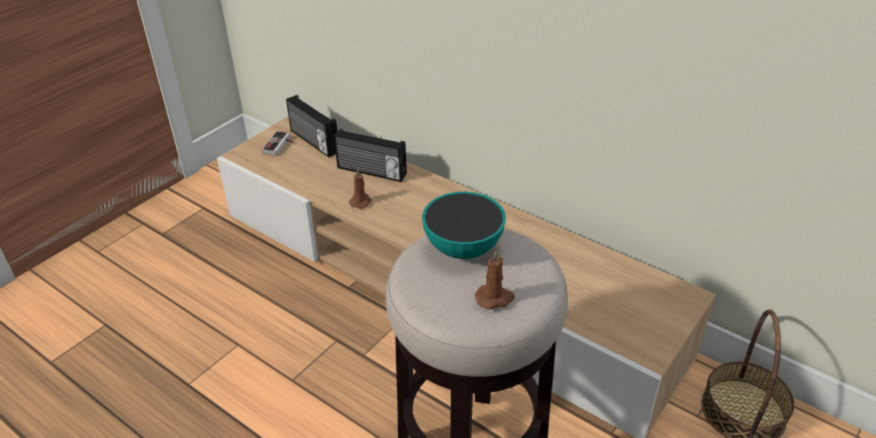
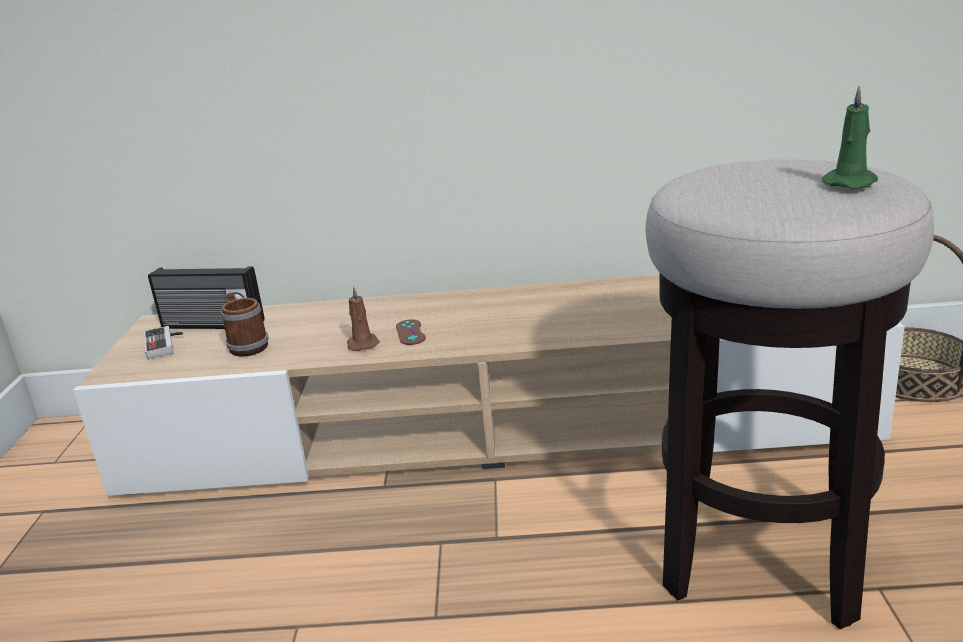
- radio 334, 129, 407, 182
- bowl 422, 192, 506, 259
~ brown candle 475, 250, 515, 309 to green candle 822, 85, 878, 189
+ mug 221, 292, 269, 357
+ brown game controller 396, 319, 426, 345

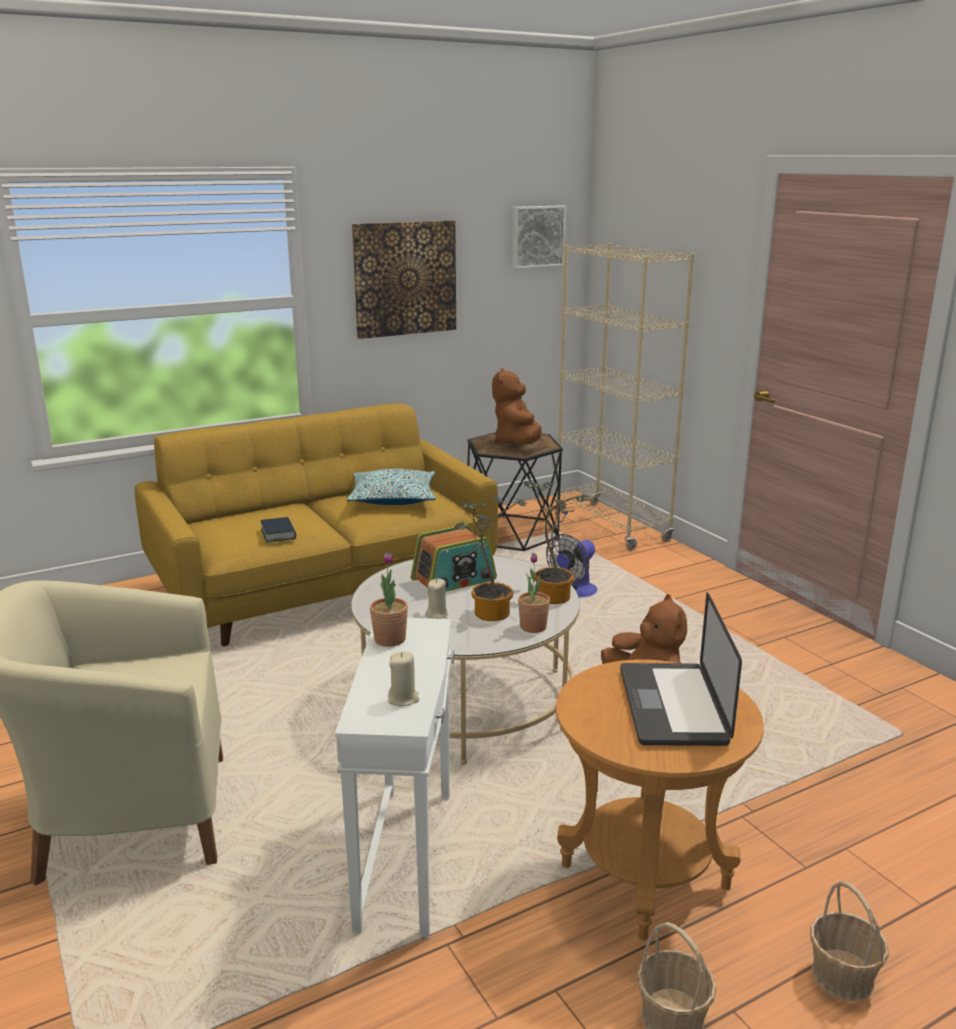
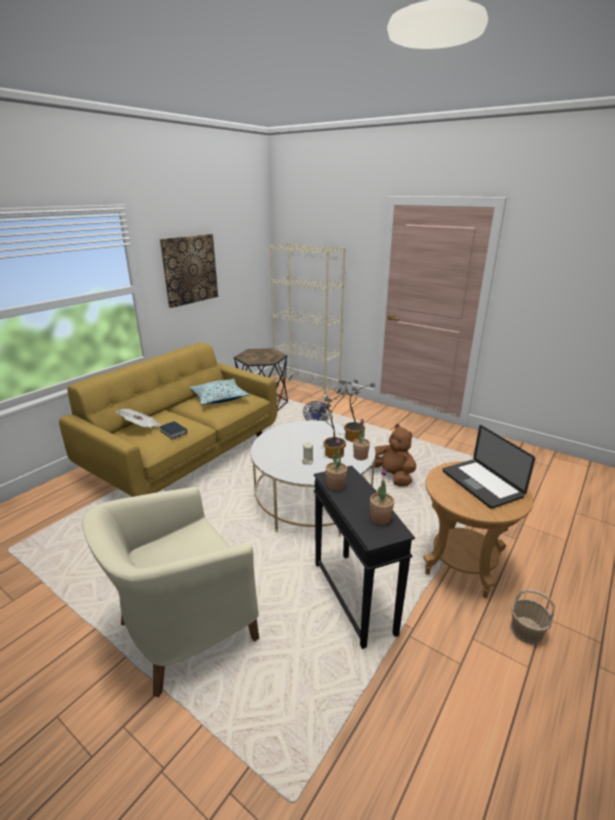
- picture 512, 205, 566, 269
- brown plush toy 492, 368, 542, 445
- radio 410, 525, 497, 592
~ white side table 335, 618, 454, 938 to black side table 314, 466, 415, 649
~ beige candle 388, 651, 420, 706 to potted plant 370, 468, 394, 525
- basket 810, 881, 889, 1001
+ newspaper 116, 409, 162, 428

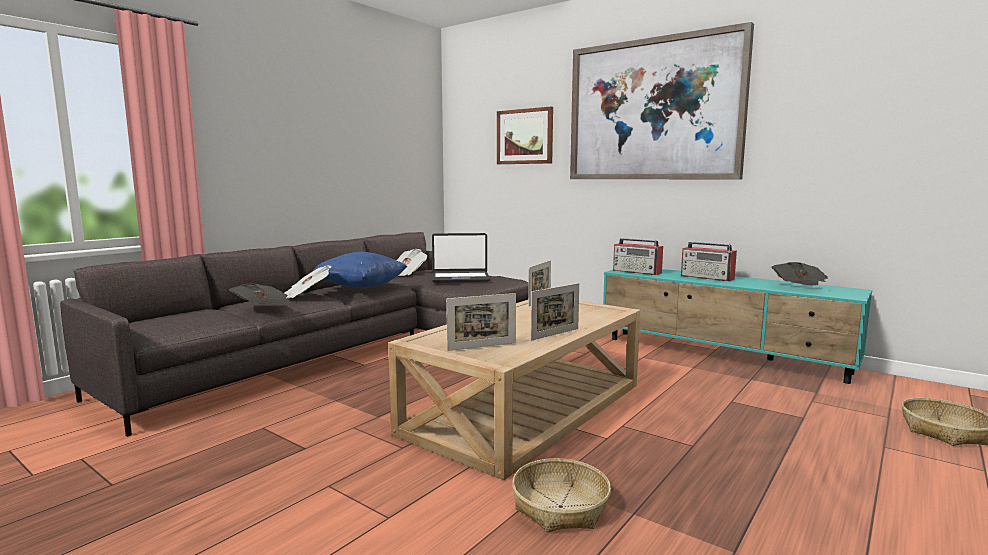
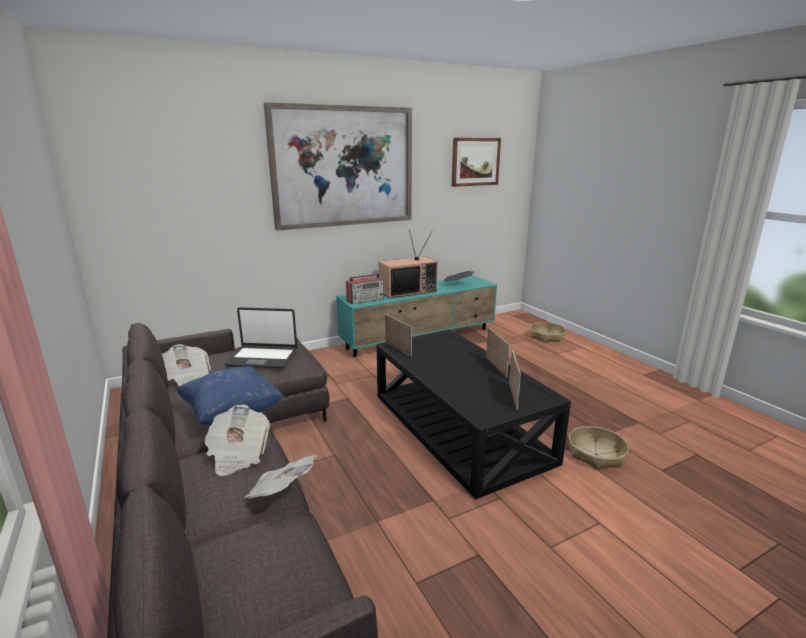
~ picture 497, 107, 553, 164 to 452, 138, 501, 187
~ laptop 432, 233, 490, 283 = 225, 307, 297, 368 75 degrees clockwise
~ radio 681, 242, 737, 281 to television 379, 229, 437, 298
~ beige coffee table 388, 300, 640, 480 to black coffee table 377, 329, 571, 499

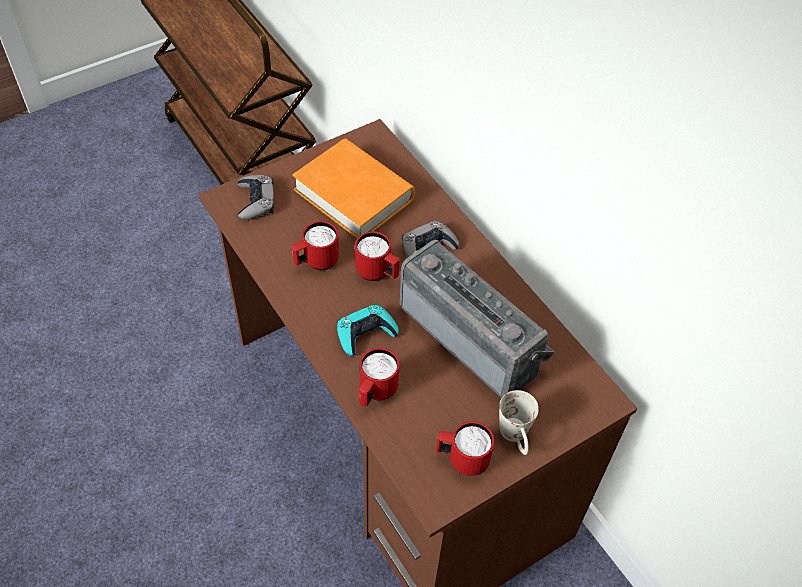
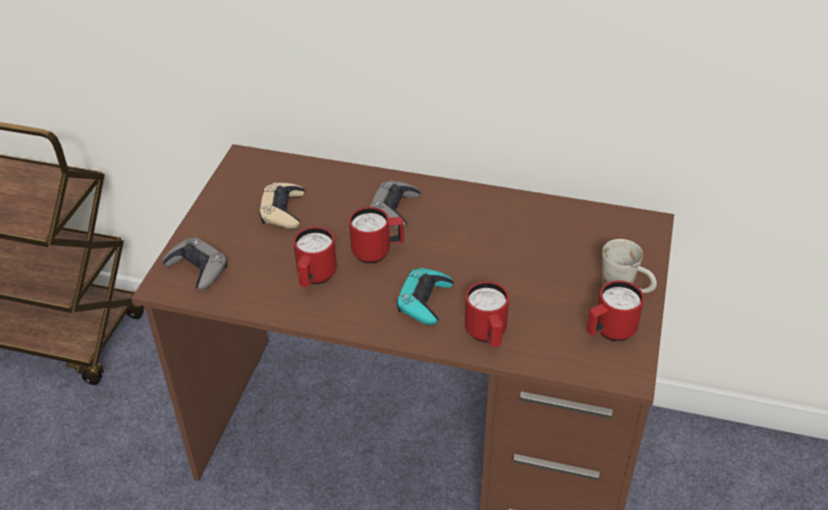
~ orange book 292, 139, 415, 238 to beige game controller 259, 182, 305, 229
- radio 400, 240, 555, 398

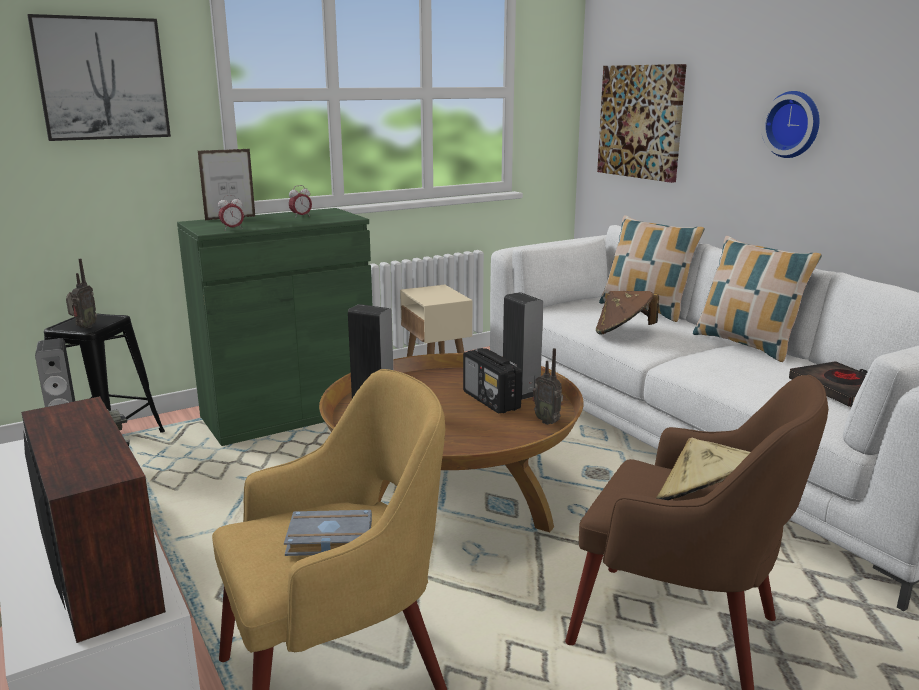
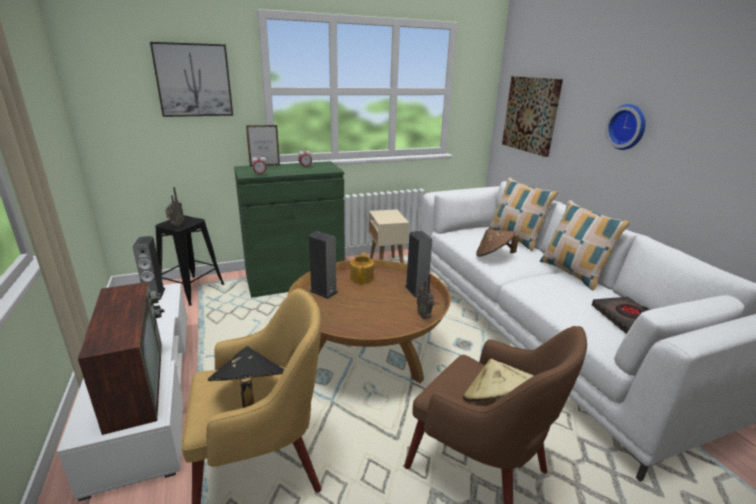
- radio 463, 348, 522, 414
~ grey book 284, 510, 372, 556 to black hat 208, 346, 285, 408
+ teapot 350, 252, 374, 284

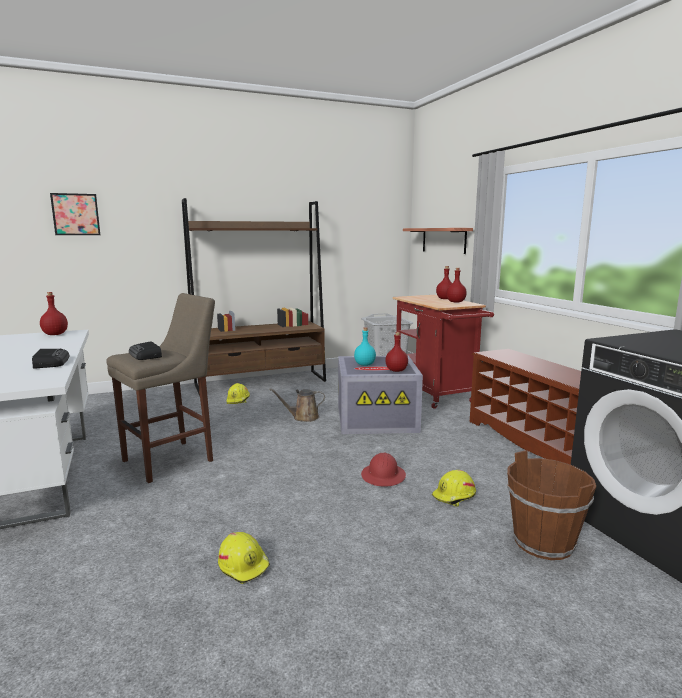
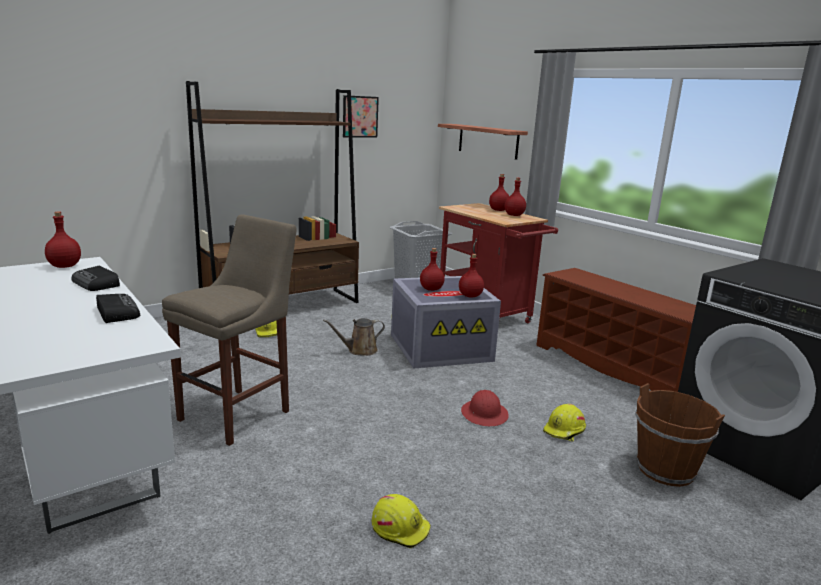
~ picture 50, 193, 100, 235 to 343, 95, 379, 137
~ turquoise bottle 354, 327, 376, 366 to red bottle 420, 248, 444, 291
~ radio 129, 341, 162, 360 to 72, 266, 120, 291

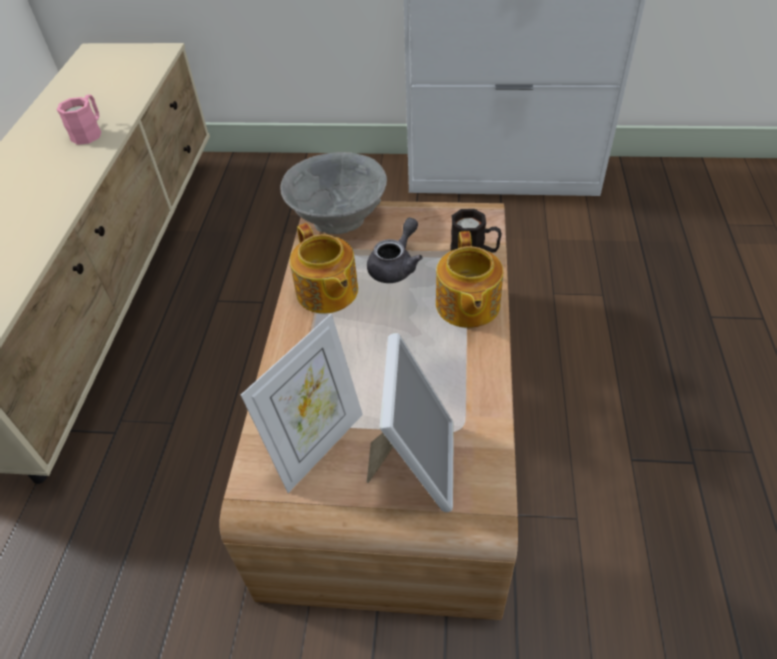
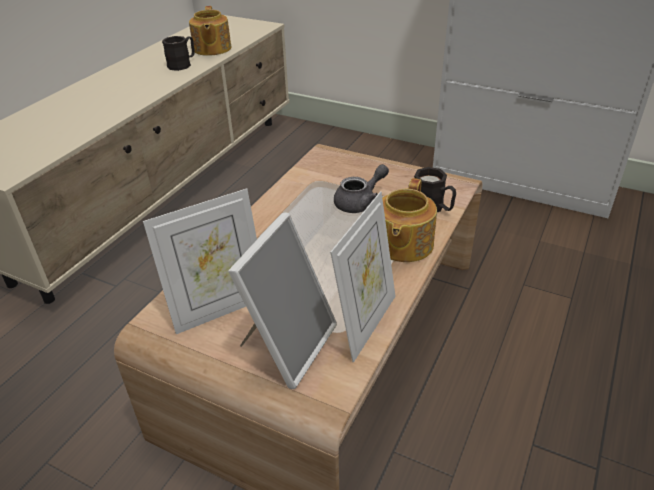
~ pink mug 57, 95, 101, 145 to black mug 162, 36, 195, 71
- grey bowl 281, 152, 387, 234
~ teapot 290, 223, 358, 314 to 189, 6, 231, 56
+ picture frame 330, 191, 396, 363

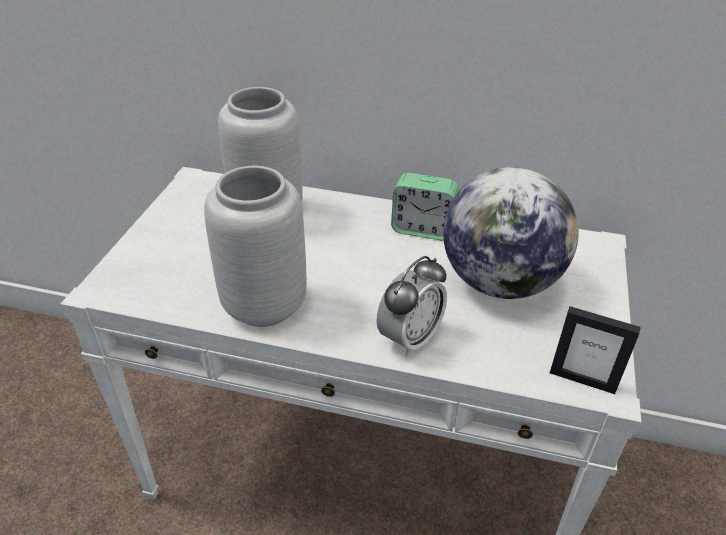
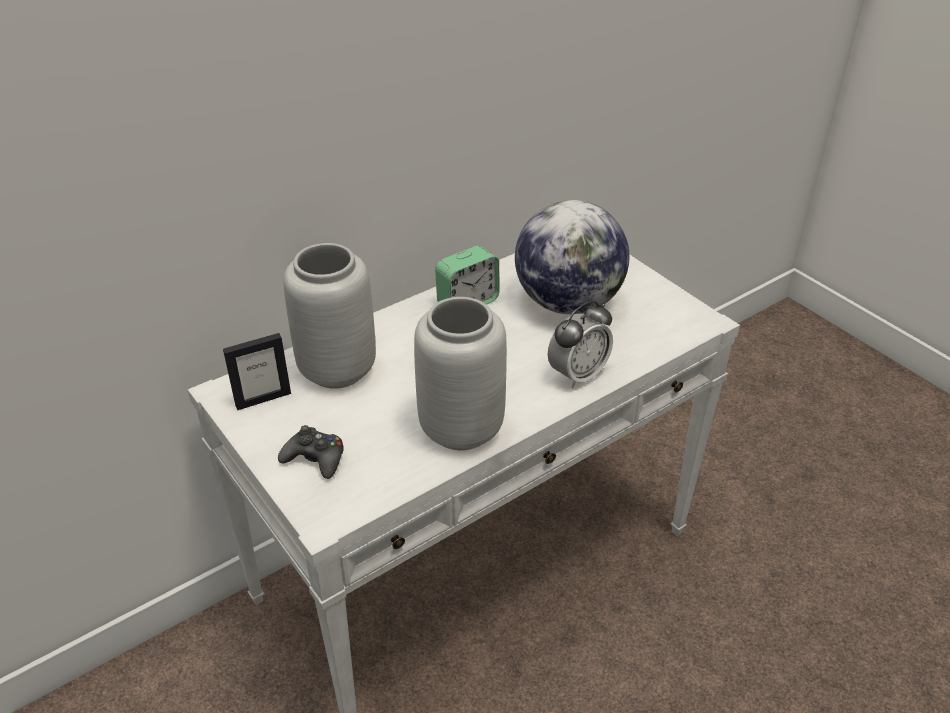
~ alarm clock 376, 256, 447, 356 = 548, 301, 613, 388 60 degrees clockwise
~ picture frame 550, 306, 641, 394 to 223, 333, 291, 410
+ black game controller 278, 425, 344, 479

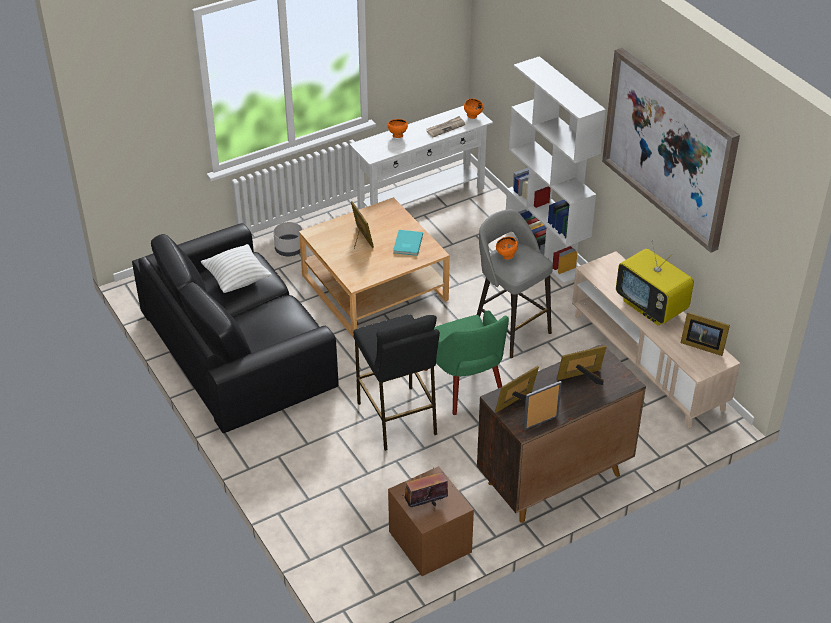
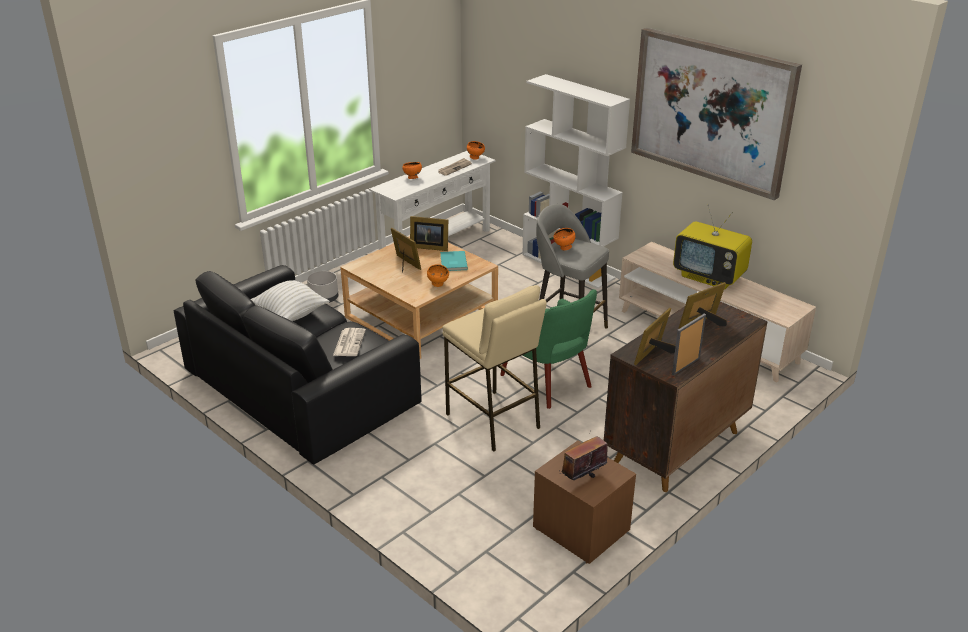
~ picture frame 681, 312, 730, 356 to 410, 216, 448, 251
~ black stool 353, 314, 440, 451 to beige stool 442, 285, 547, 452
+ orange bowl 427, 264, 449, 287
+ newspaper 333, 328, 366, 356

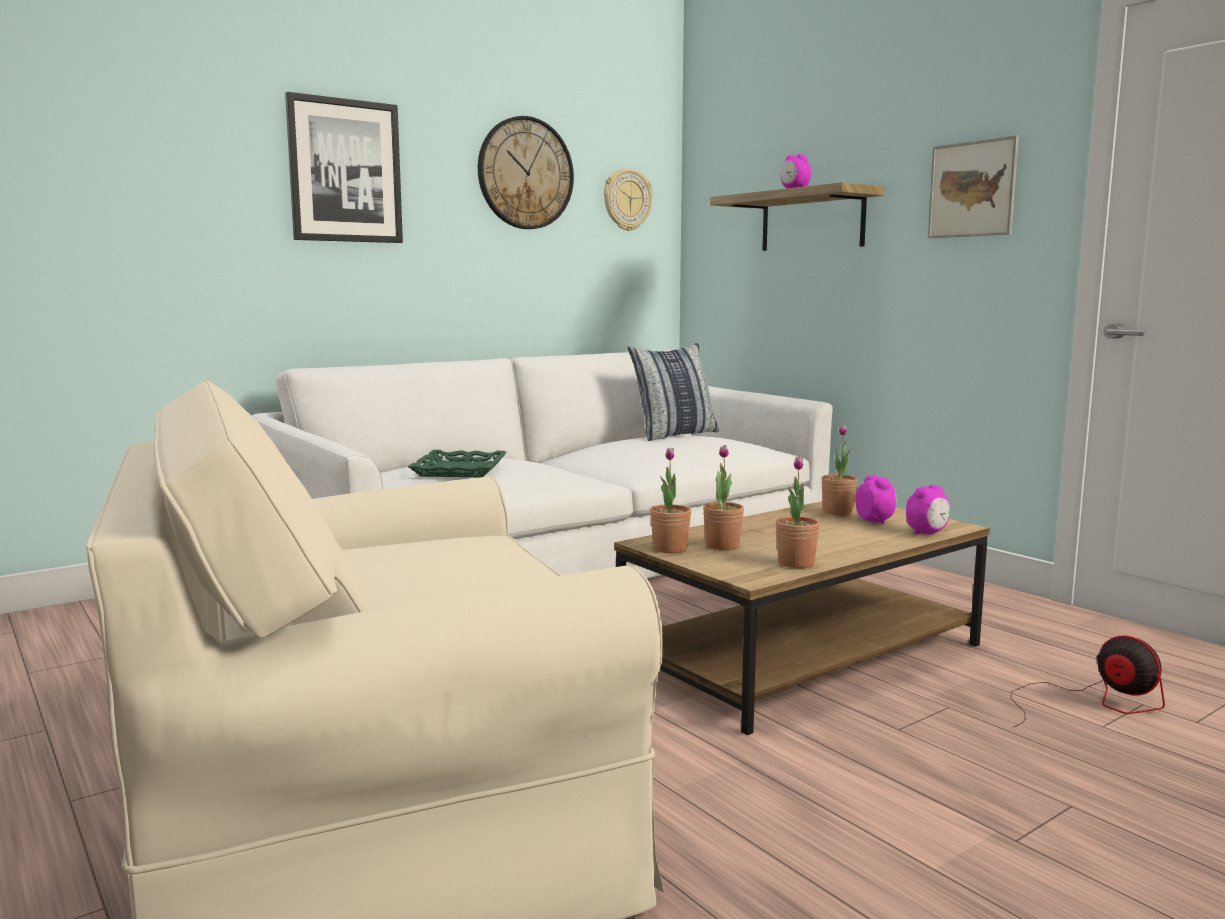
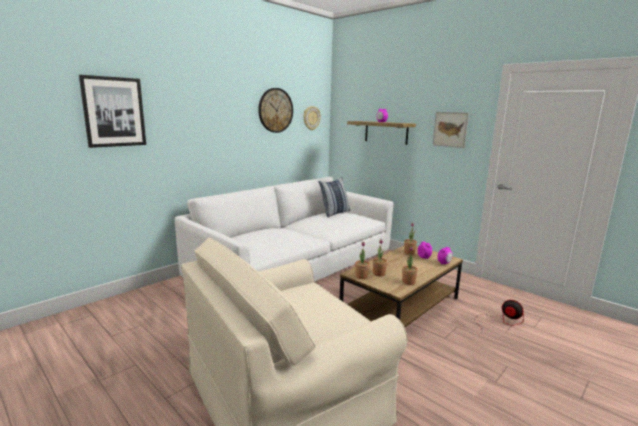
~ picture 285, 92, 403, 243 to 79, 75, 146, 148
- green tray 408, 450, 507, 477

